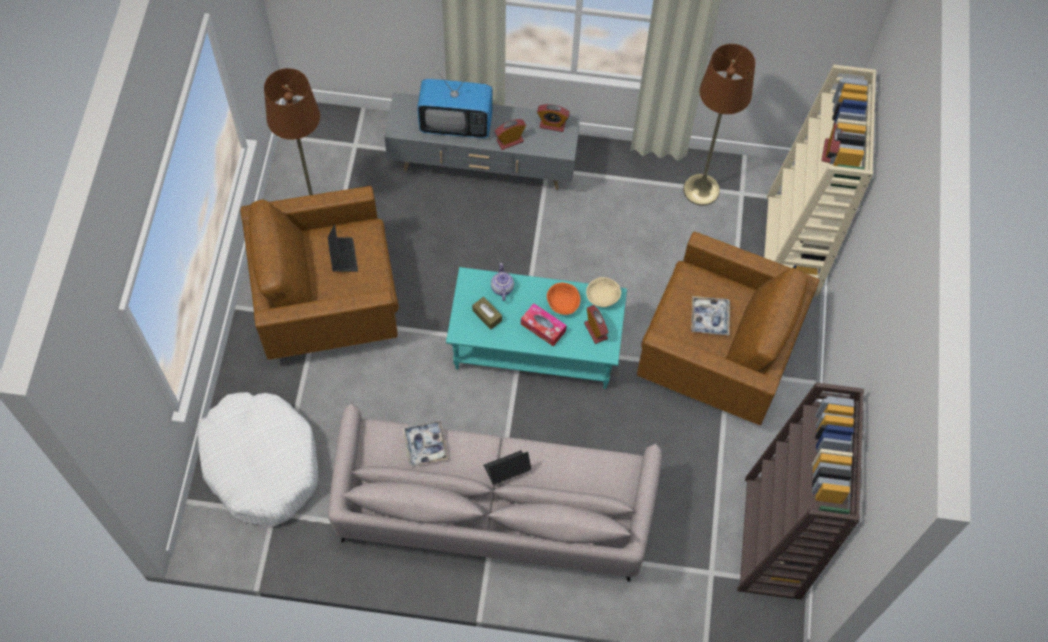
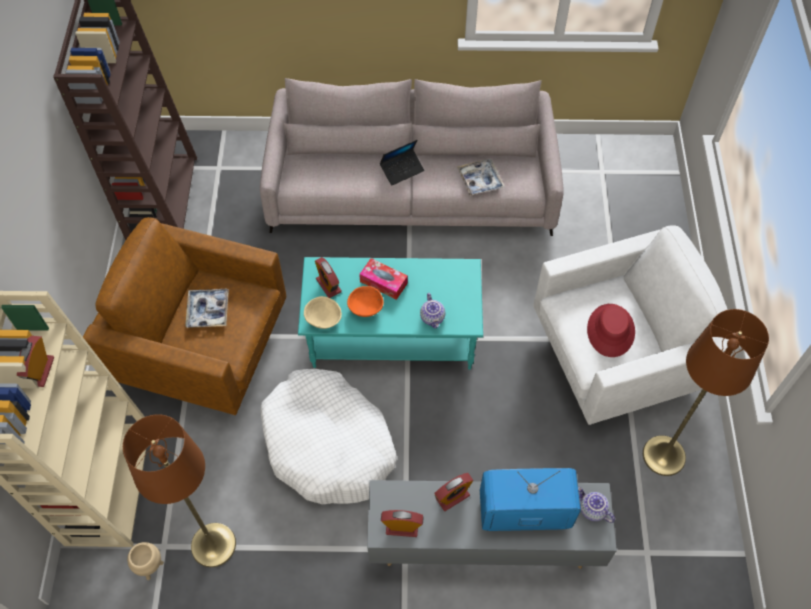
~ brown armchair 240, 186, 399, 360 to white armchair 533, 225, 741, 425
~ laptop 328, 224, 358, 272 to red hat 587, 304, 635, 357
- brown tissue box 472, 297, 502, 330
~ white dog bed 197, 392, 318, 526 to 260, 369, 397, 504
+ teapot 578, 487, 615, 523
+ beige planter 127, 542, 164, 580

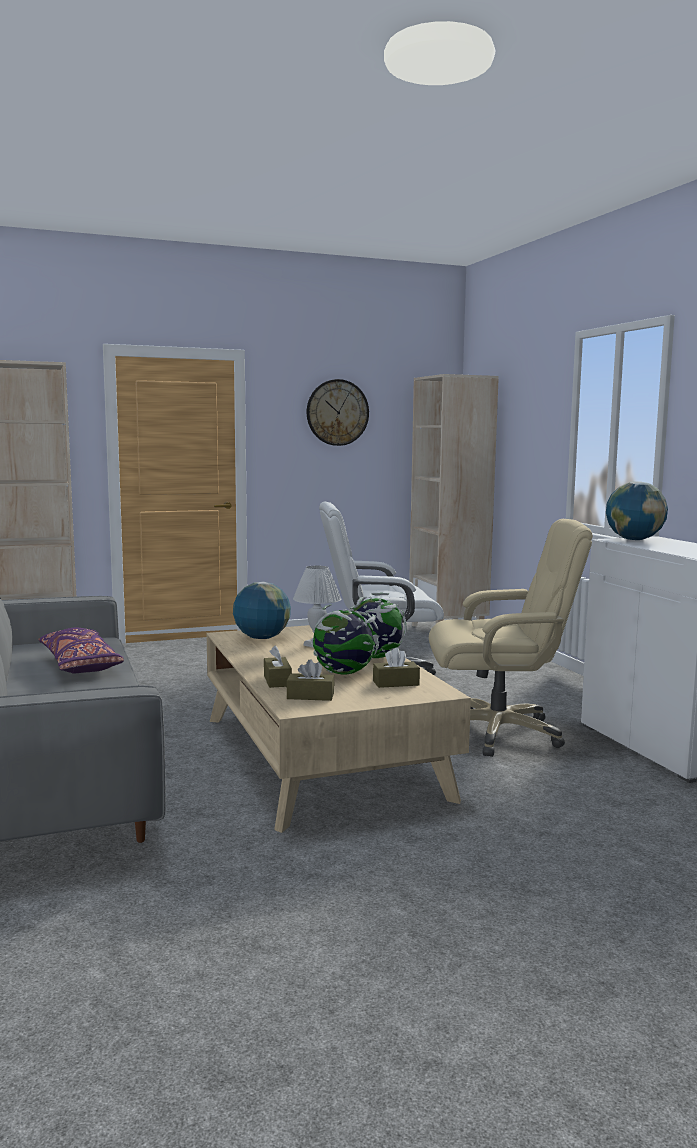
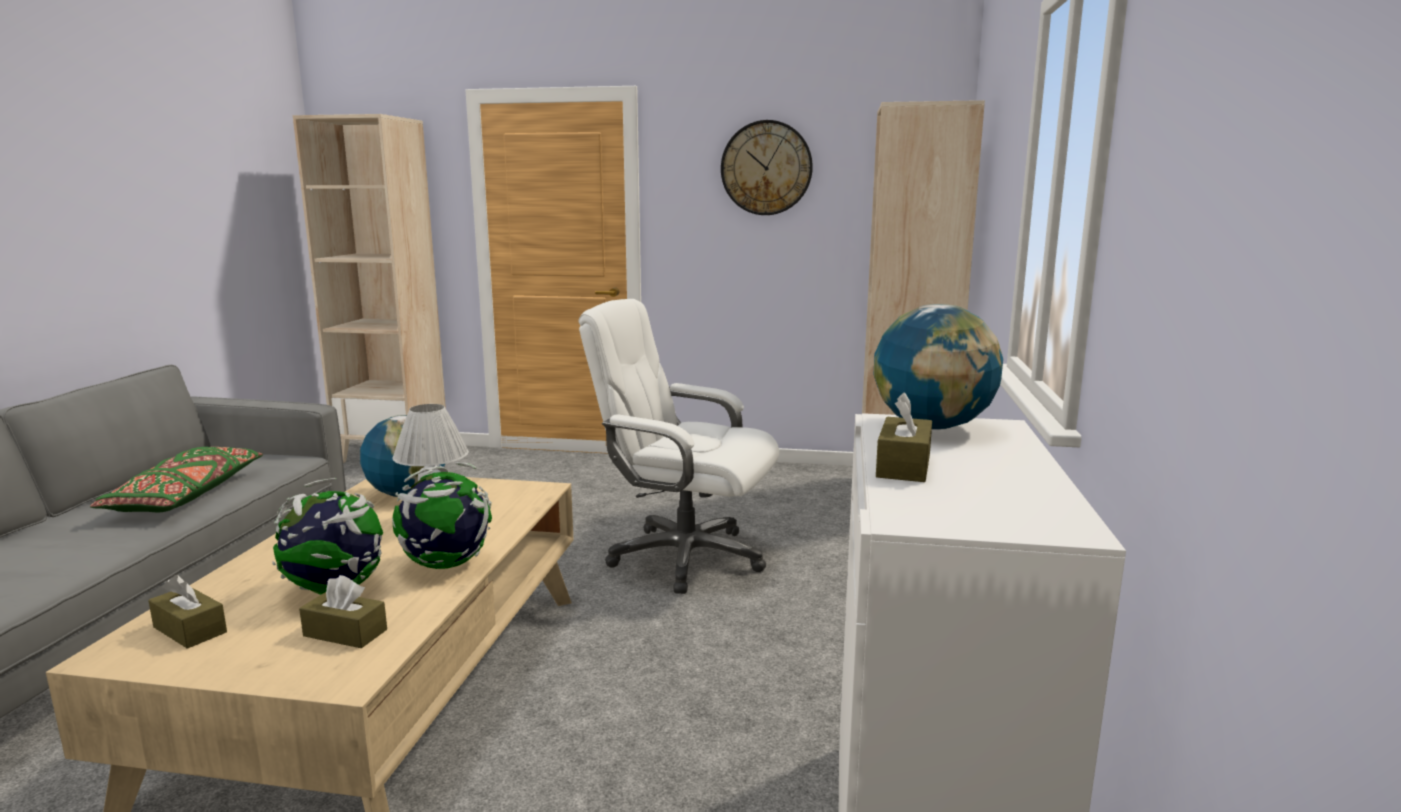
- beige office chair 429, 519, 593, 757
~ purple pillow 38, 628, 124, 673 to green pillow 90, 447, 263, 513
~ brown tissue box 264, 646, 292, 688 to 876, 393, 932, 482

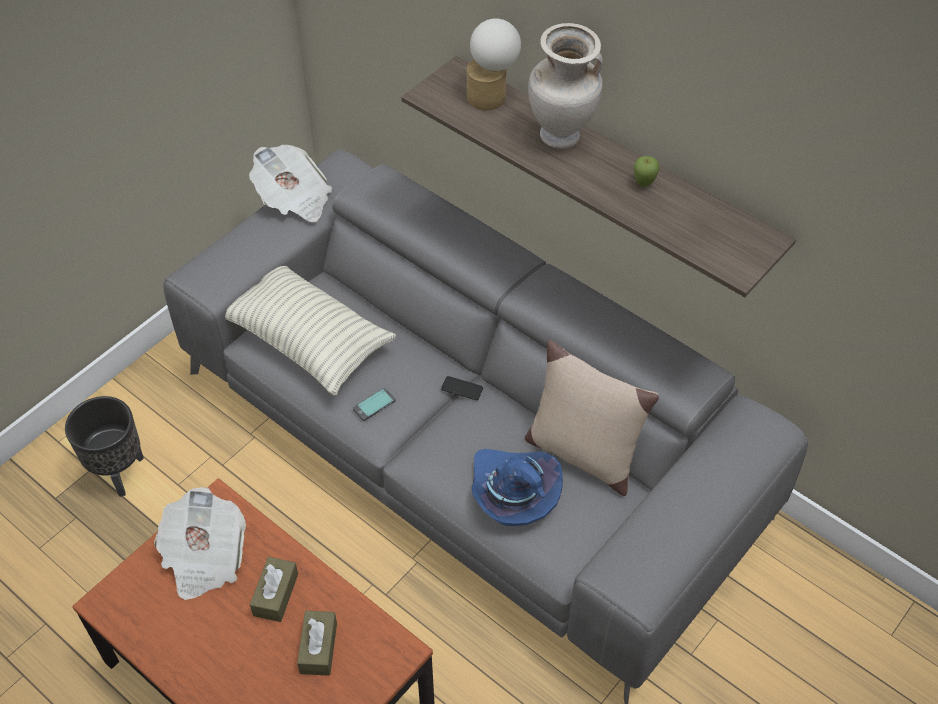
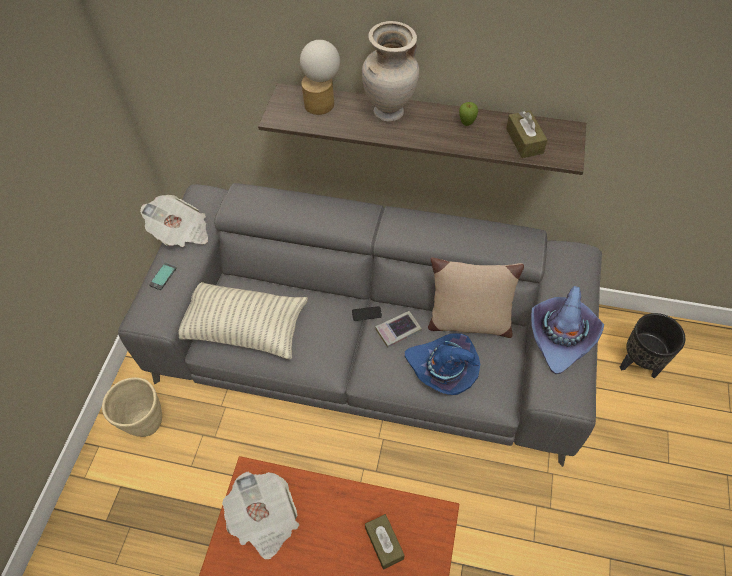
~ phone 353, 388, 396, 421 to 149, 263, 177, 290
~ black planter 65, 396, 144, 497 to 620, 313, 686, 378
~ brown tissue box 250, 557, 298, 622 to 506, 110, 547, 158
+ purple hat 531, 286, 604, 374
+ book 375, 311, 422, 348
+ beige planter 102, 378, 162, 437

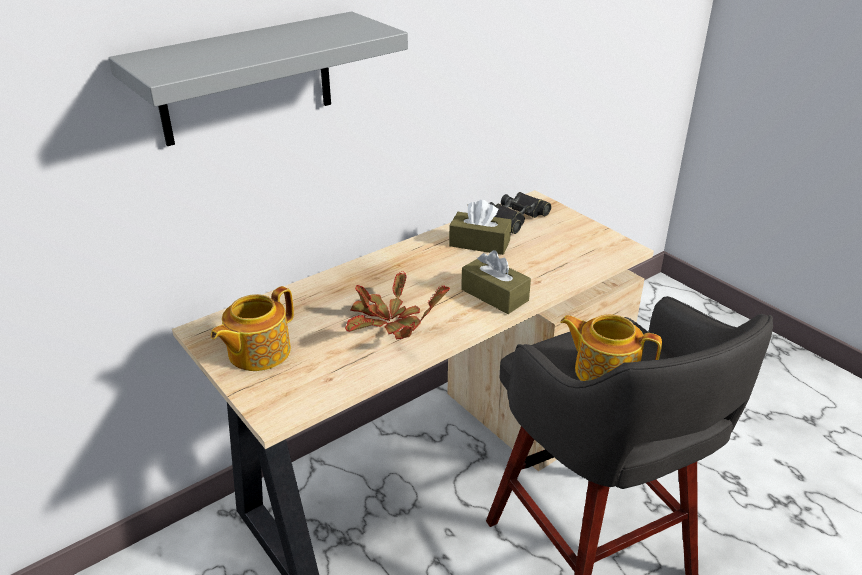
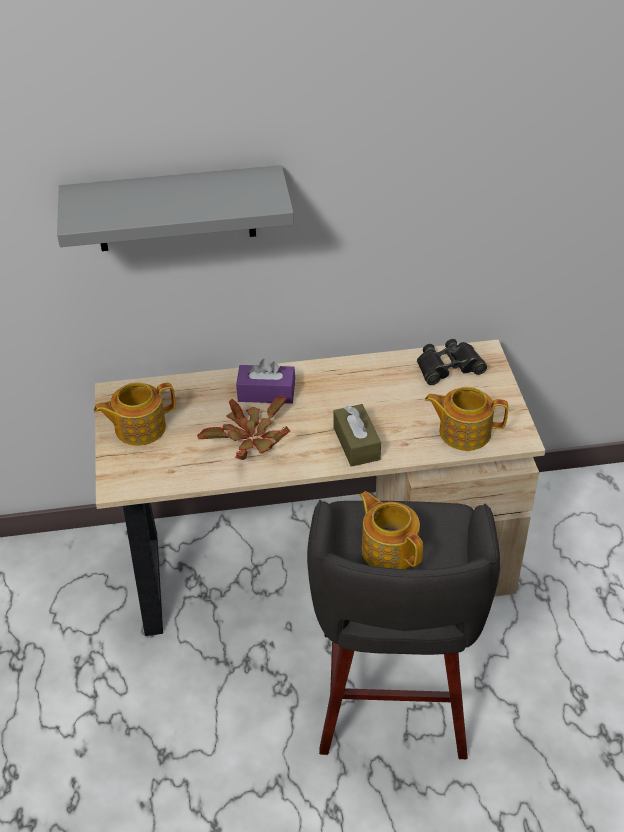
- brown tissue box 449, 200, 511, 255
+ purple tissue box 236, 359, 295, 404
+ teapot 425, 387, 508, 451

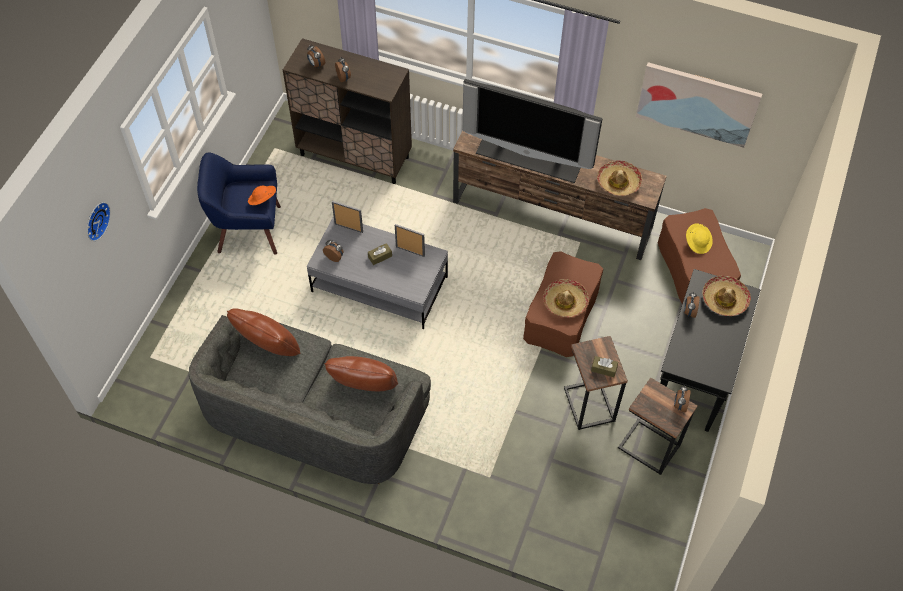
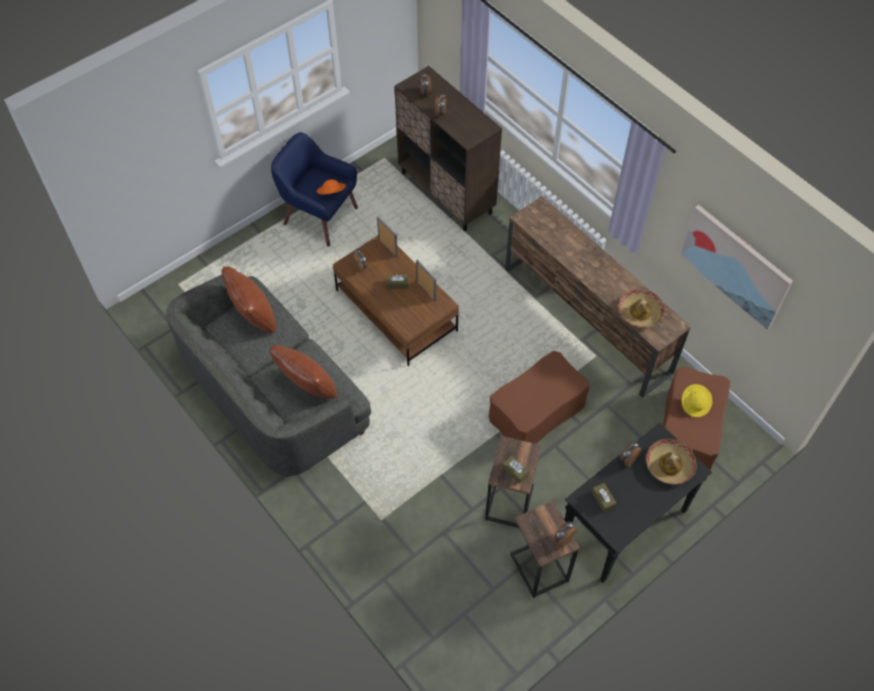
- television 462, 79, 603, 183
- wall clock 87, 202, 111, 241
~ grey coffee table 307, 216, 448, 329 to brown coffee table 333, 236, 459, 366
- hat 543, 279, 589, 317
+ brown tissue box 592, 483, 617, 512

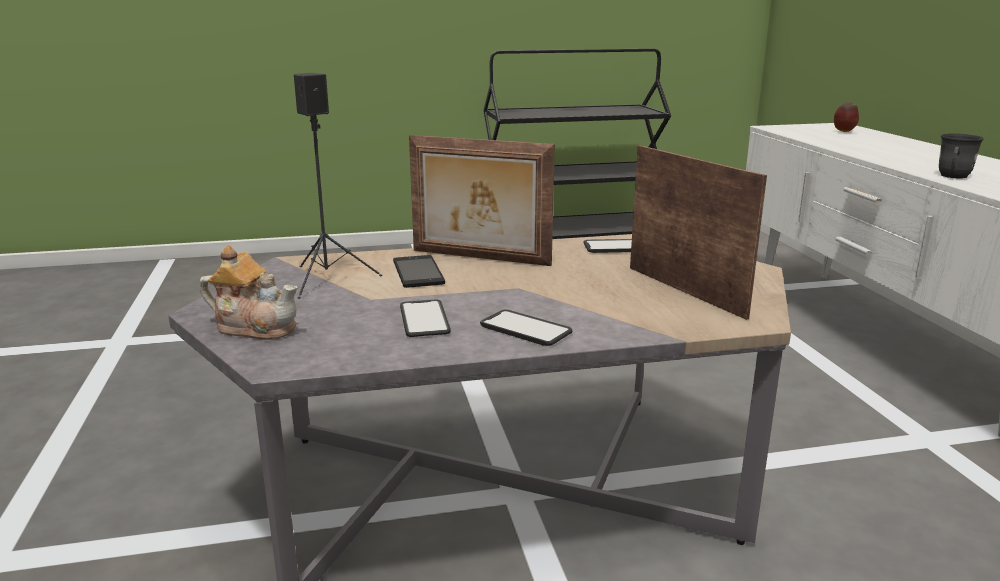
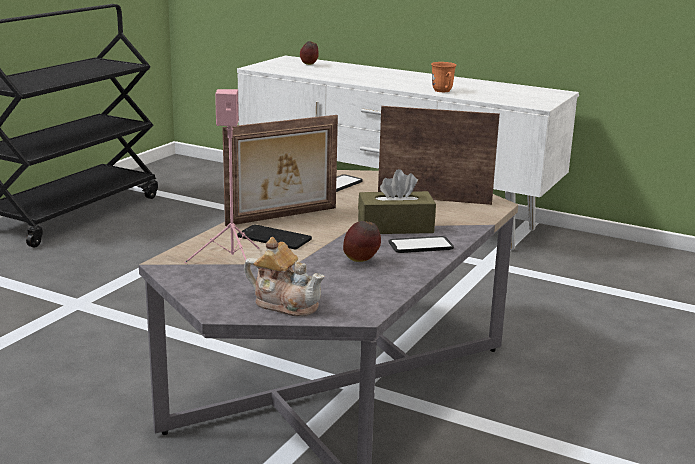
~ black speaker 294, 73, 382, 299 to pink speaker 184, 89, 260, 263
~ grey mug 939, 133, 984, 179 to orange mug 431, 62, 456, 92
~ teapot 199, 245, 298, 340 = 244, 237, 324, 317 60 degrees clockwise
~ phone 400, 300, 451, 337 to apple 343, 221, 381, 262
+ brown tissue box 358, 169, 436, 234

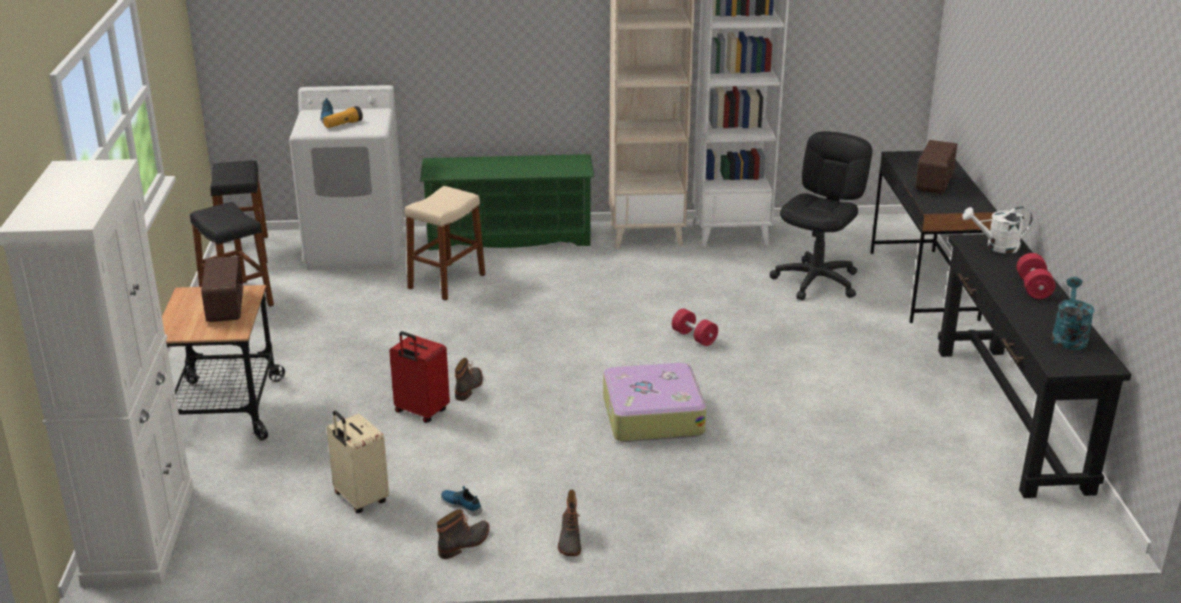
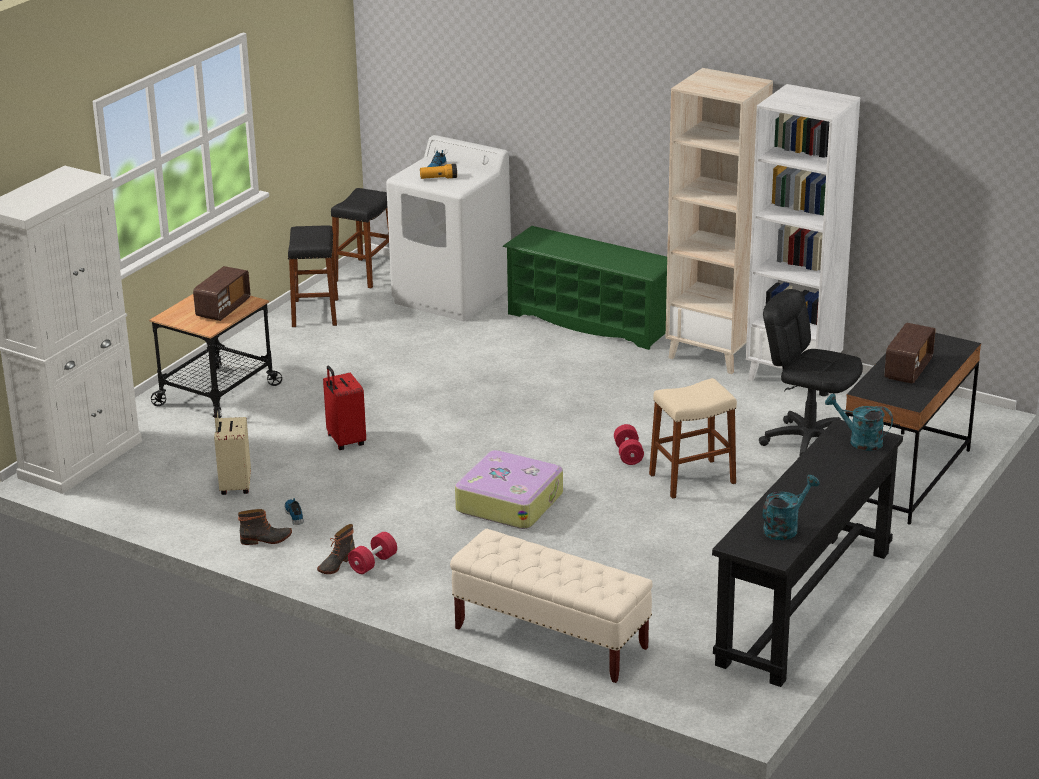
~ black office chair 770, 131, 872, 300 = 759, 289, 863, 458 120 degrees counterclockwise
~ radio 915, 140, 957, 194 = 884, 323, 935, 383 150 degrees clockwise
~ beige stool 405, 186, 485, 301 to 649, 378, 737, 499
~ white watering can 963, 207, 1032, 253 to turquoise watering can 825, 393, 893, 451
~ red dumbbell 1017, 253, 1056, 299 to 348, 532, 397, 574
- boot 455, 358, 483, 401
+ beige bench 450, 529, 653, 683

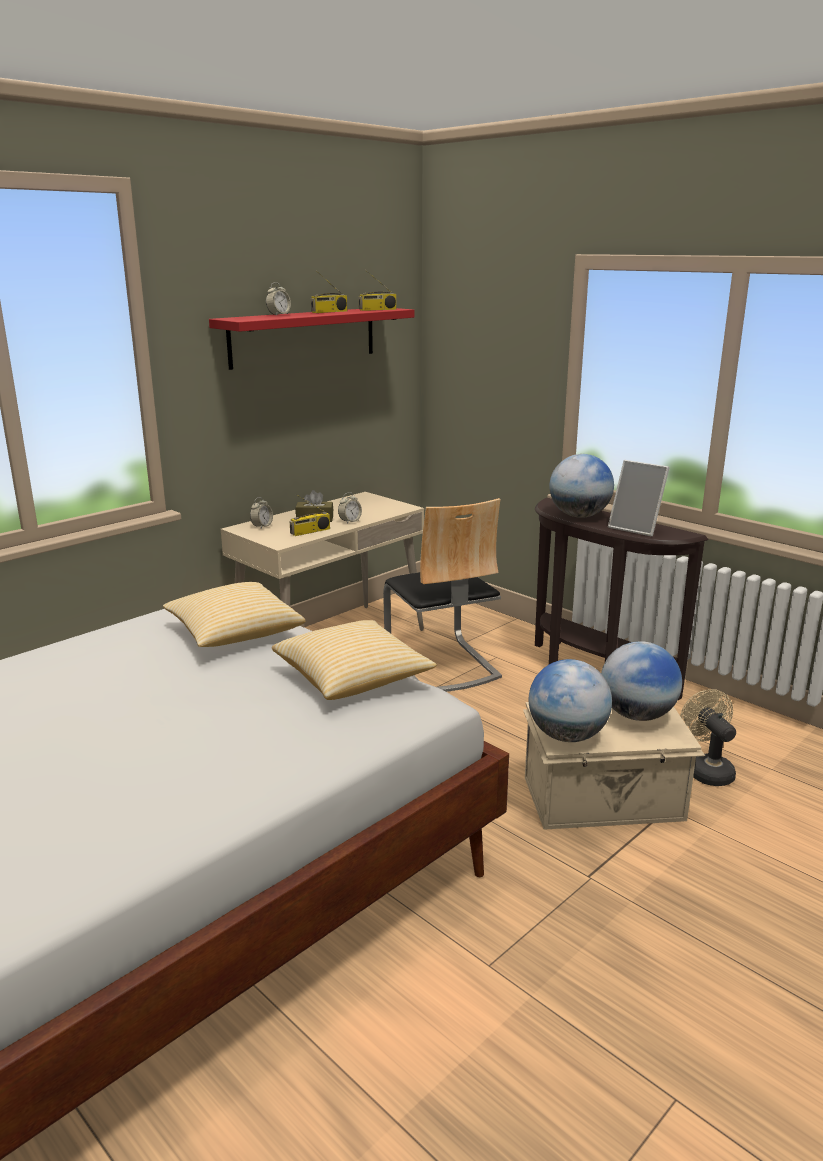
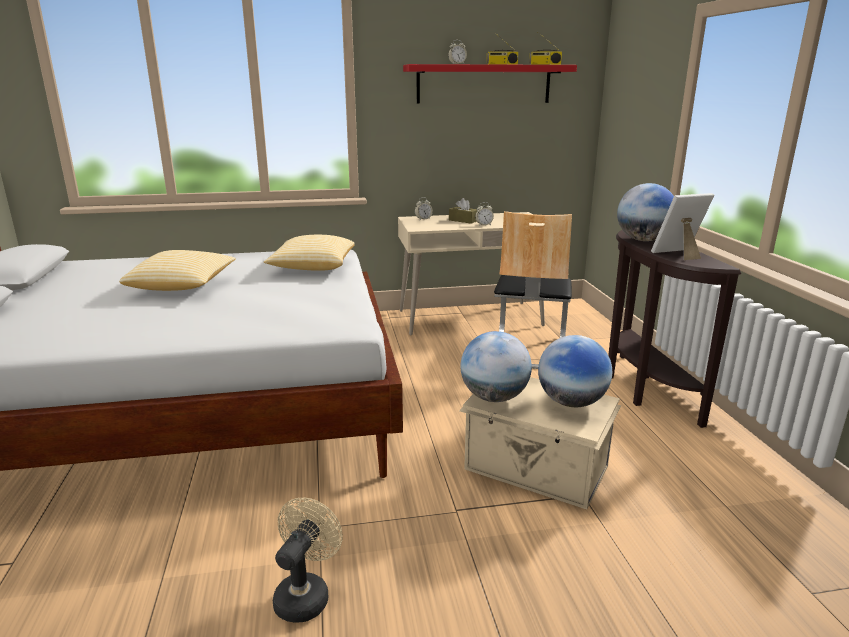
~ picture frame 608, 460, 670, 536 = 651, 193, 714, 260 90 degrees clockwise
- radio 290, 495, 330, 536
~ pillow 272, 620, 437, 700 to 119, 250, 236, 291
~ beige fan 680, 689, 736, 786 to 273, 498, 343, 623

